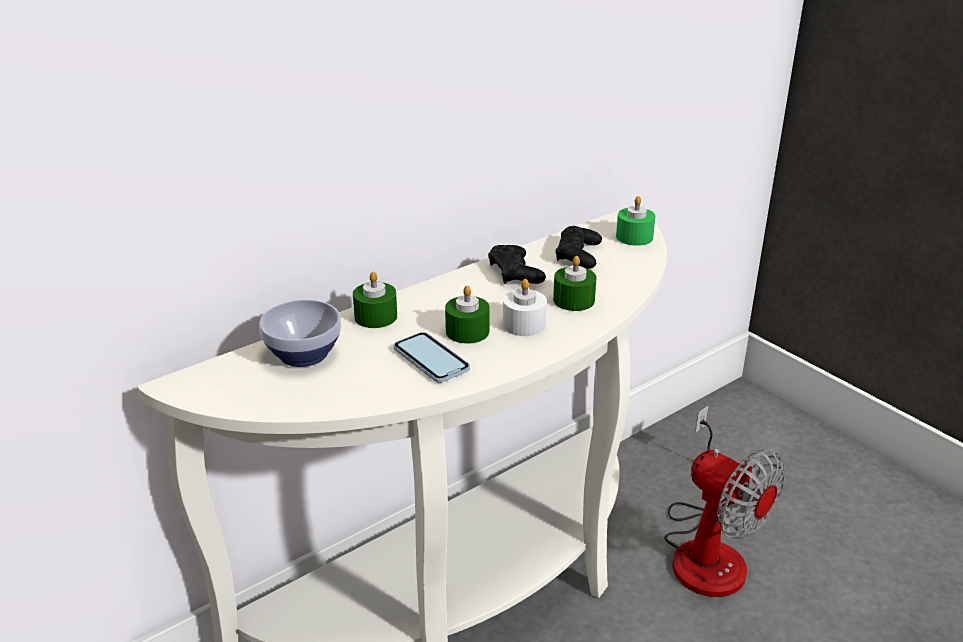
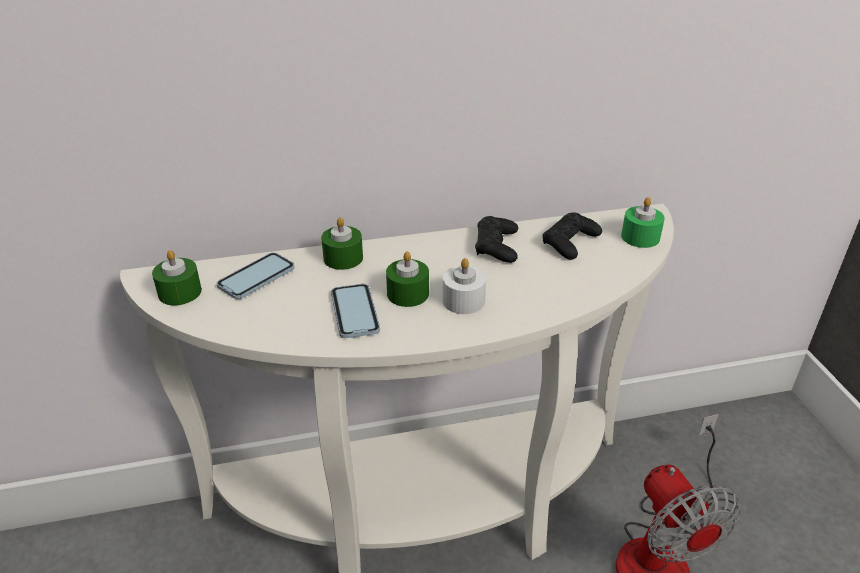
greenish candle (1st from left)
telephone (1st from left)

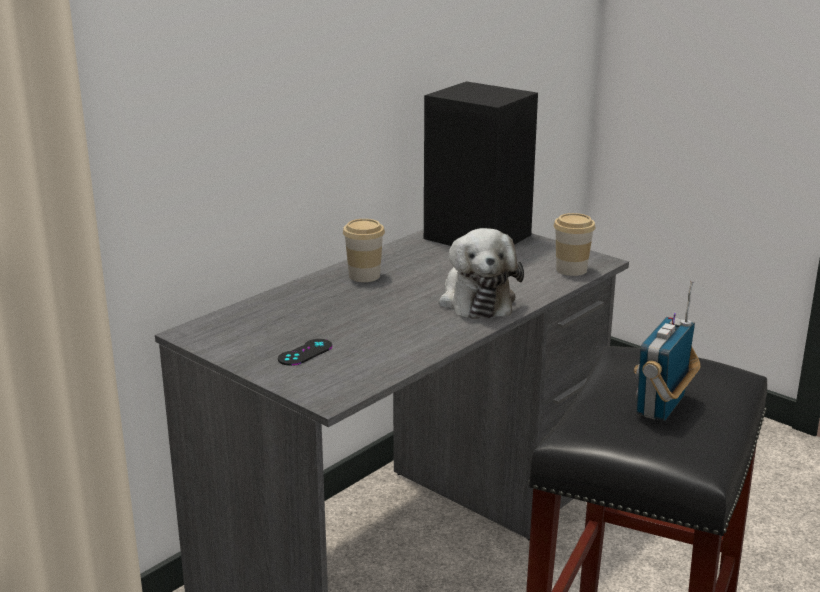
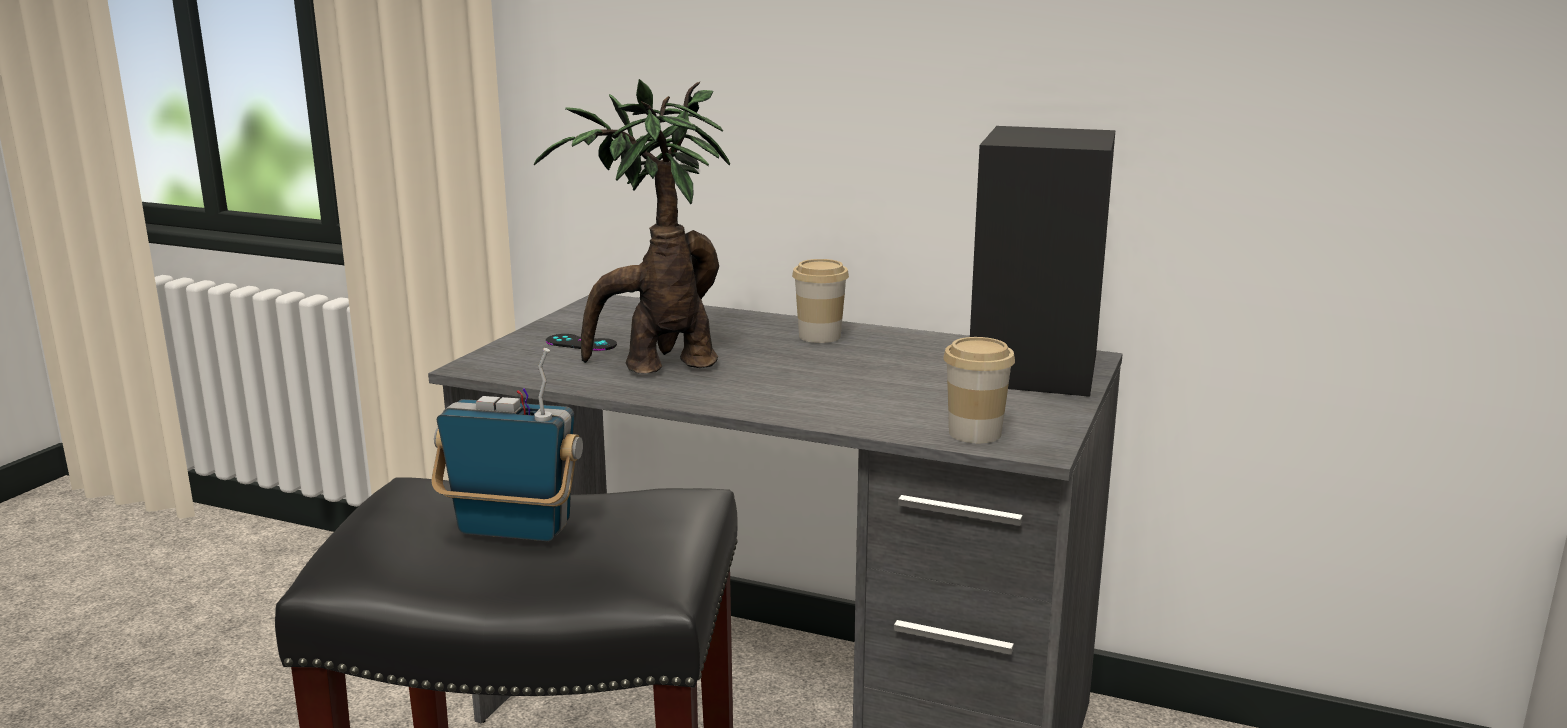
soft toy
potted plant

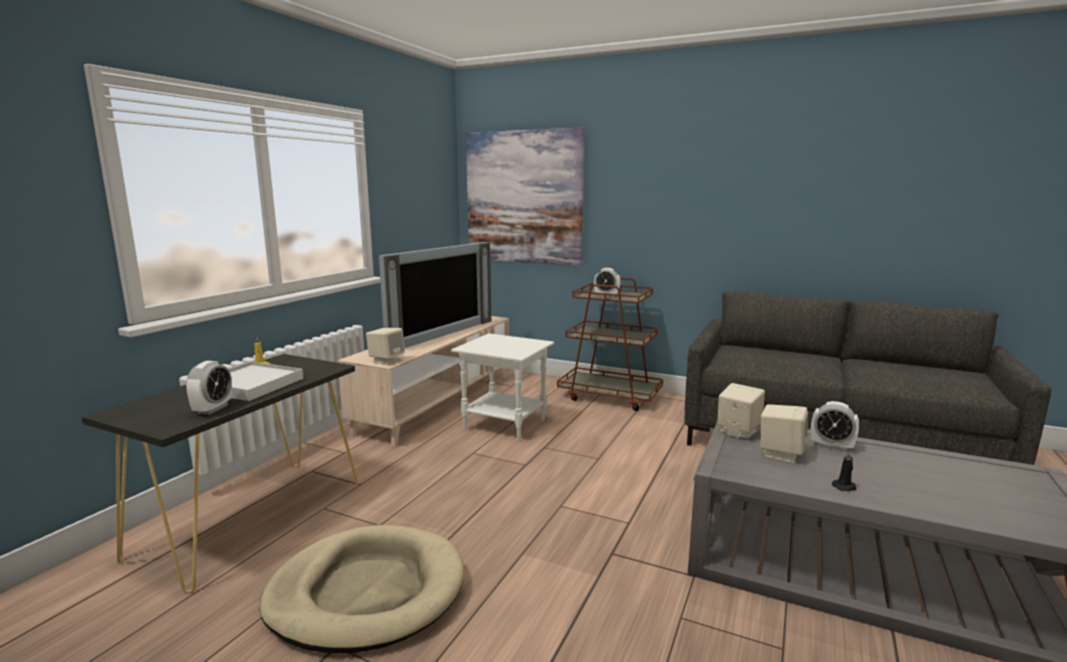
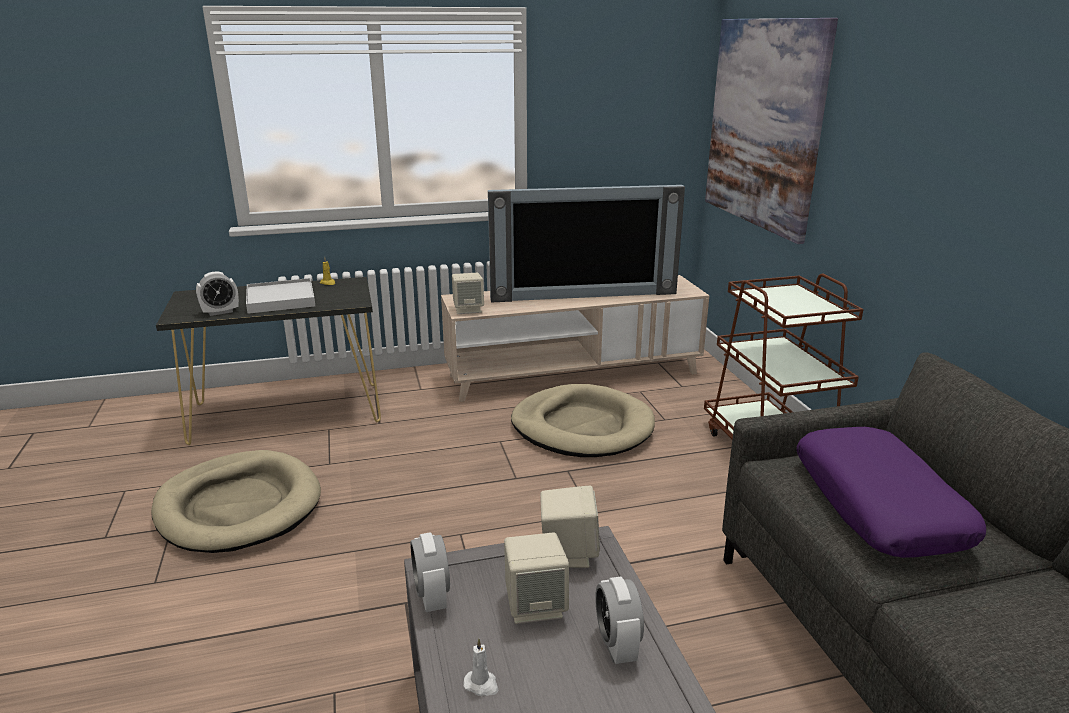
purple cushion
alarm clock (2nd from left)
beige pet bed (2nd from left)
white candle

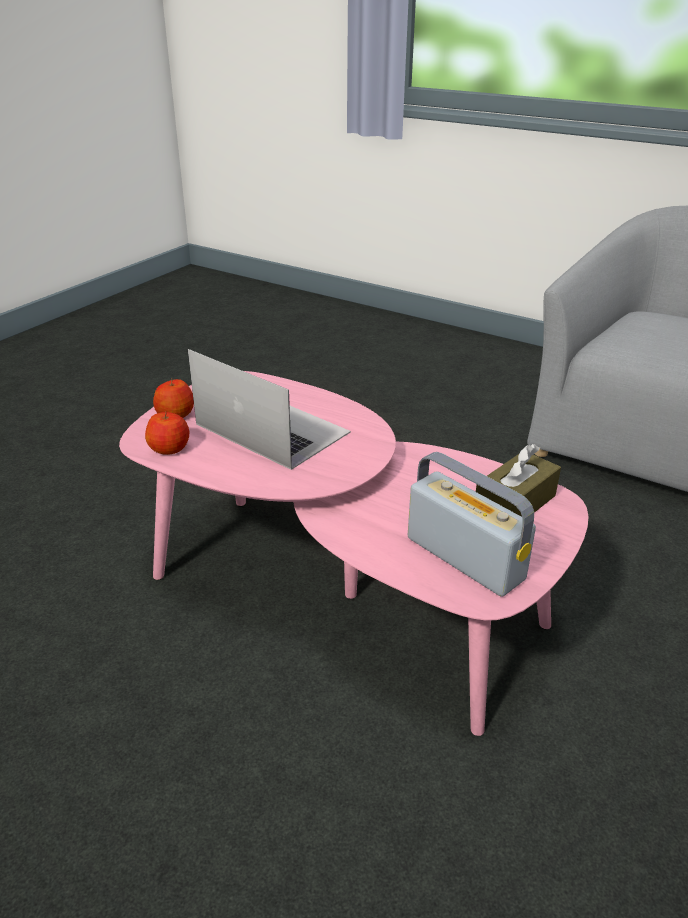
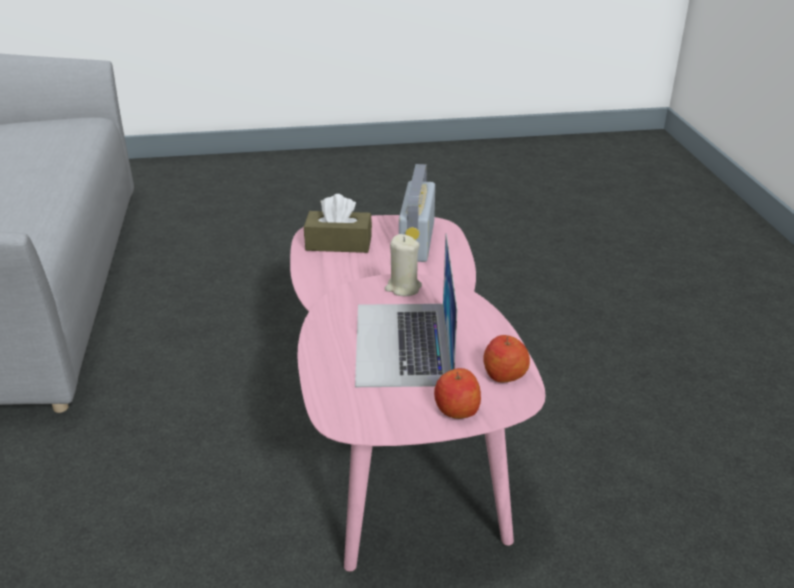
beige candle

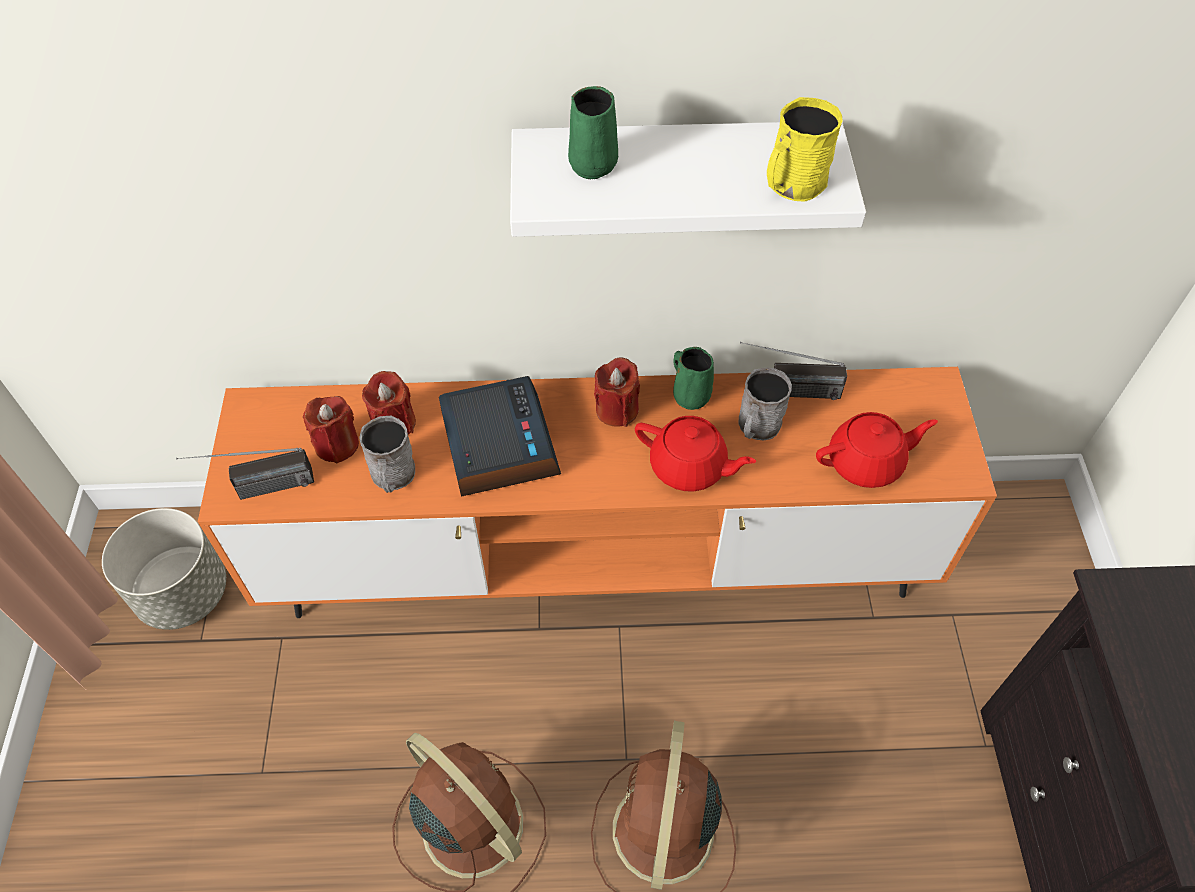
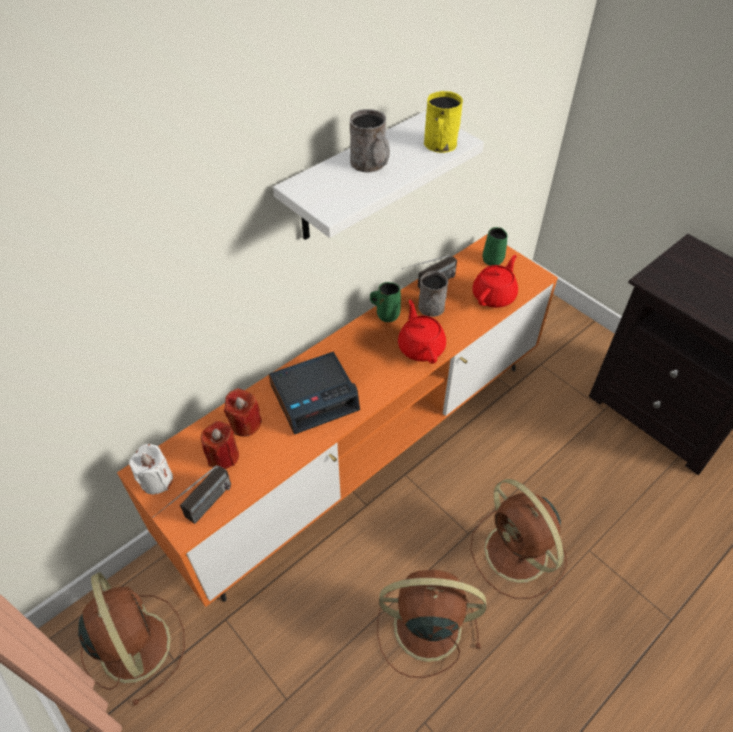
reddish candle (3rd from left in the first image)
white candle
gray mug (1st from left)
greenish mug (2nd from left)
brown electric fan (1st from left)
alarm clock
reddish teapot (1st from left)

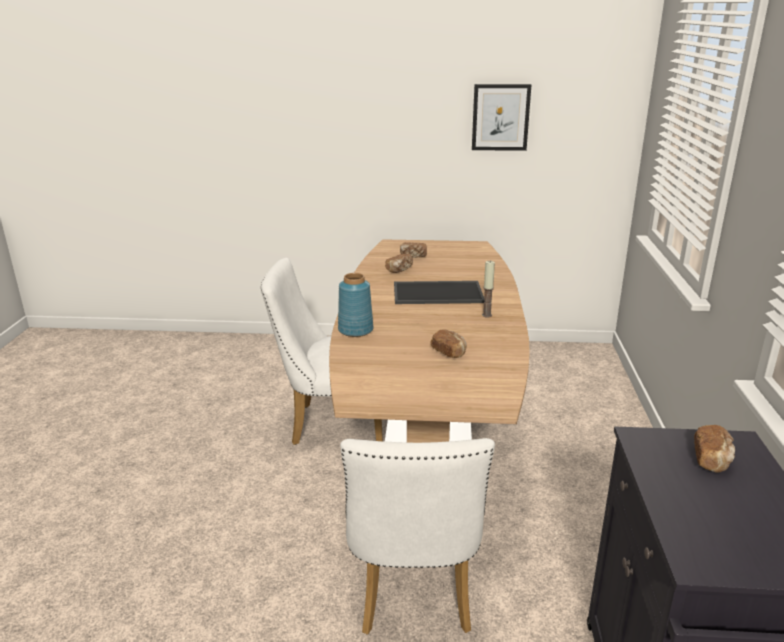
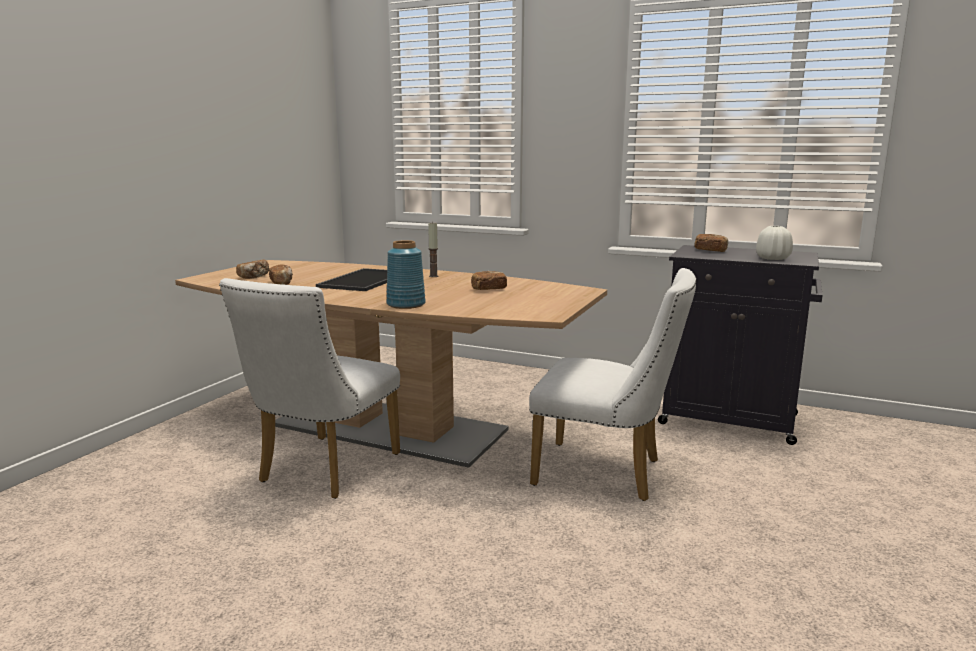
picture
white vase

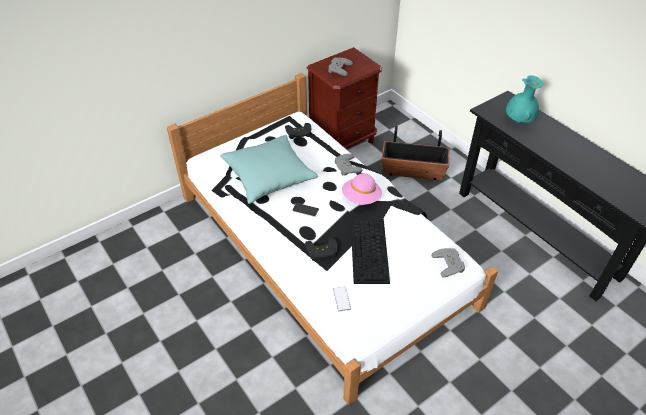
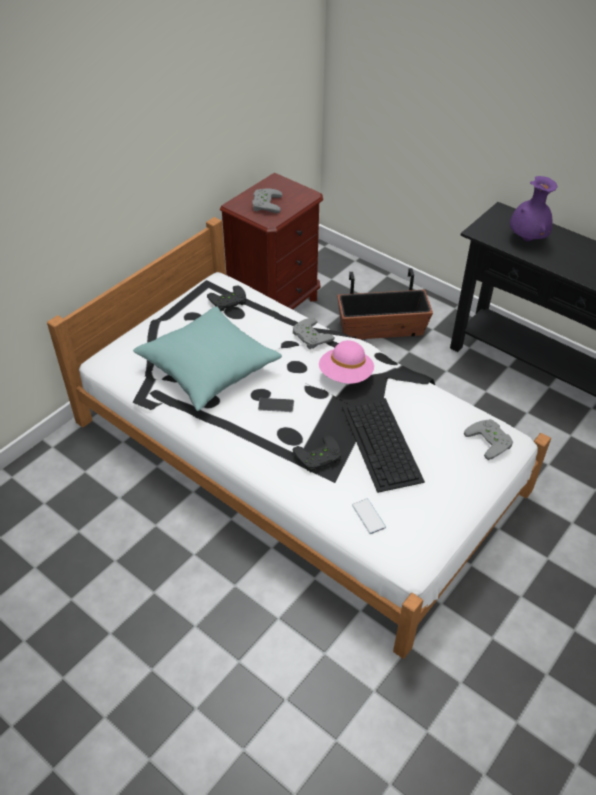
purple vase

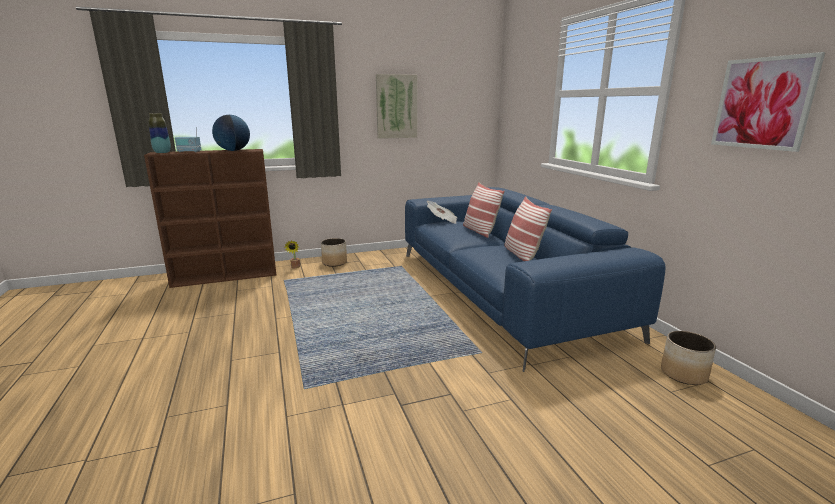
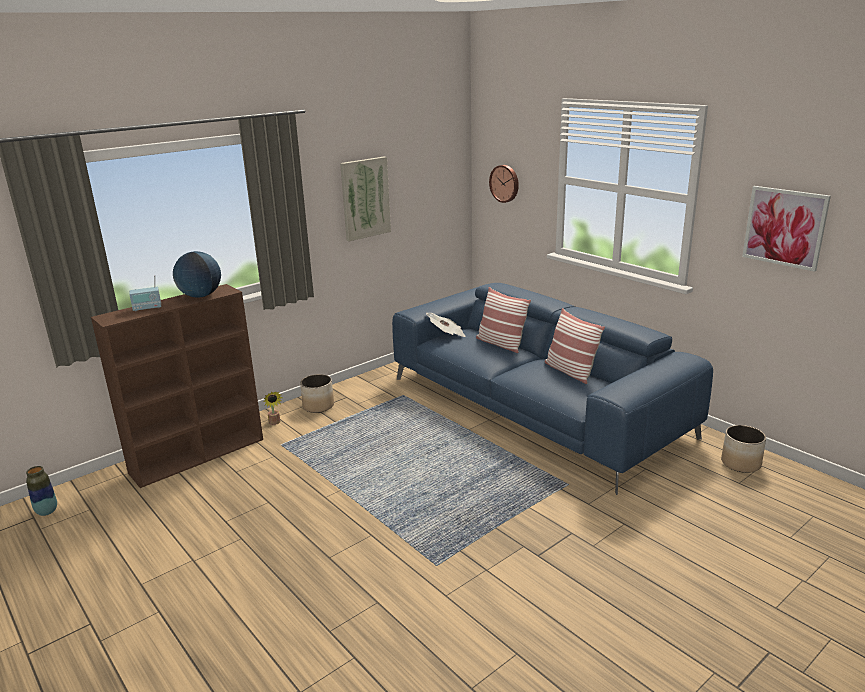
clock on the wall
vase

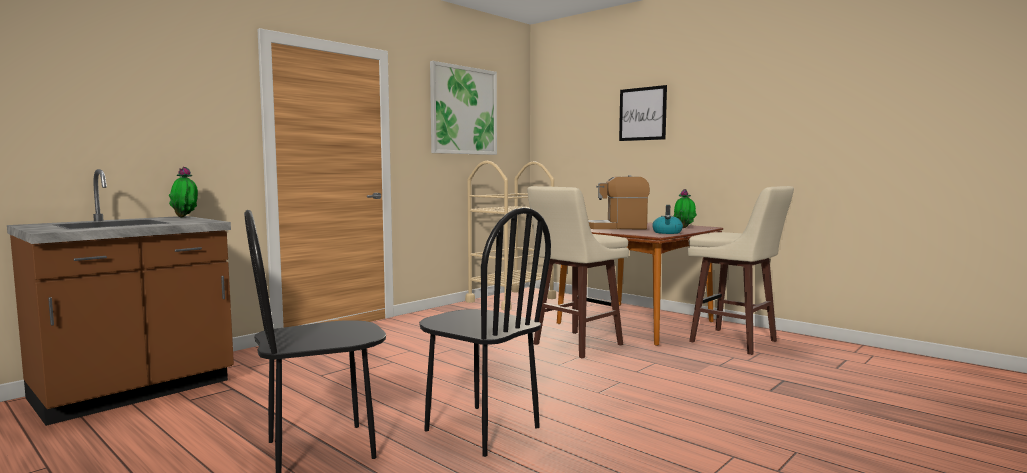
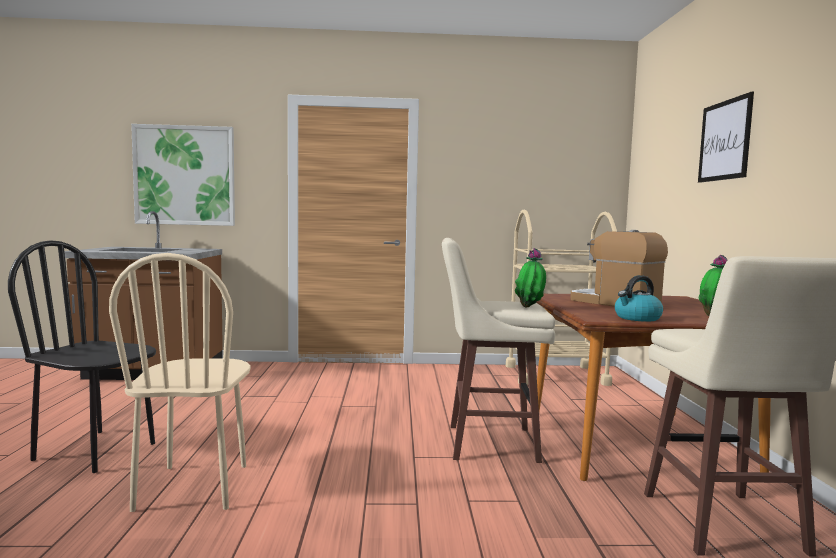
potted plant (1st from left)
picture (1st from left)
beige plain chair

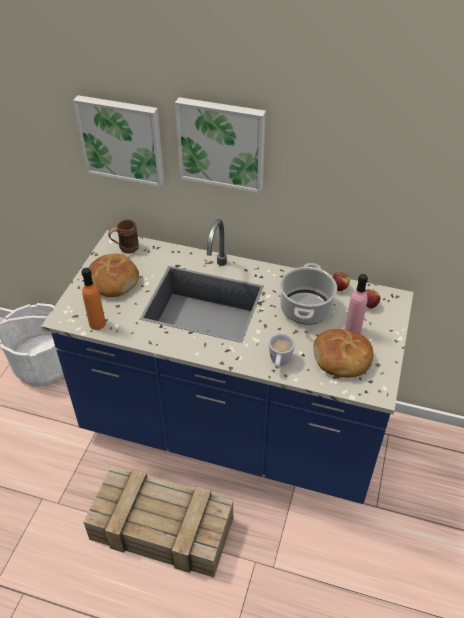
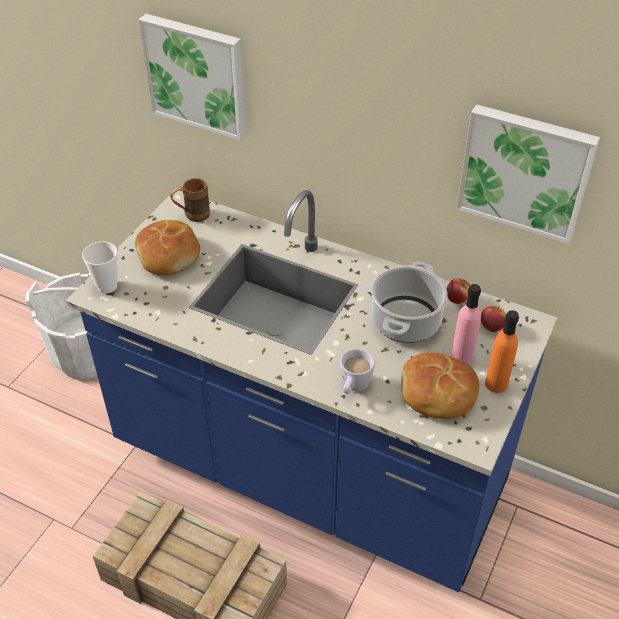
drinking cup
orange-coloured bottle
picture (2nd from left)

